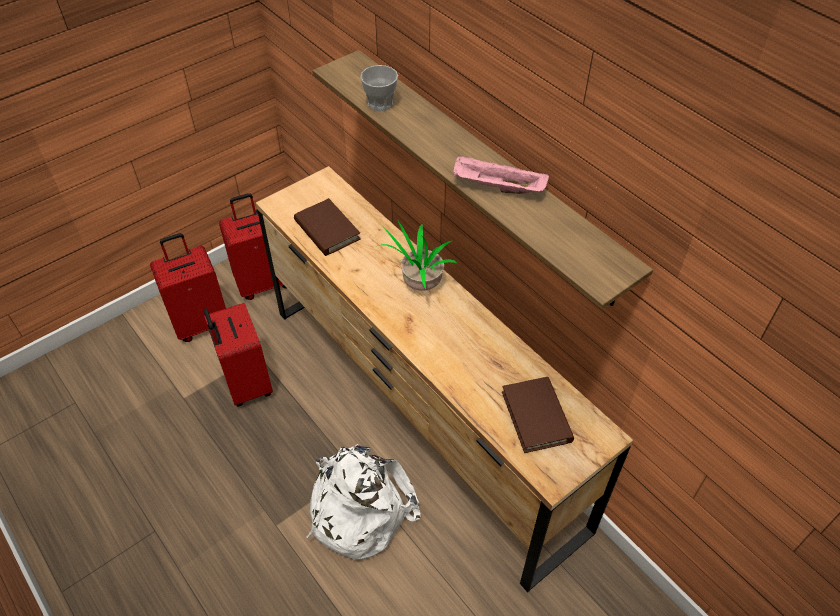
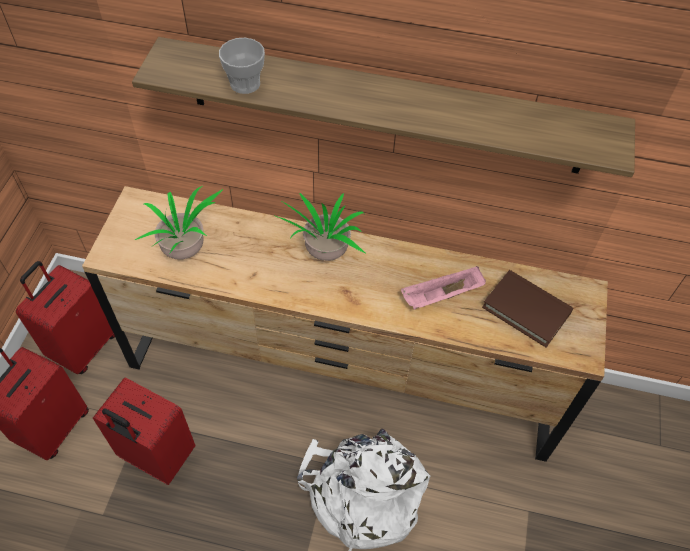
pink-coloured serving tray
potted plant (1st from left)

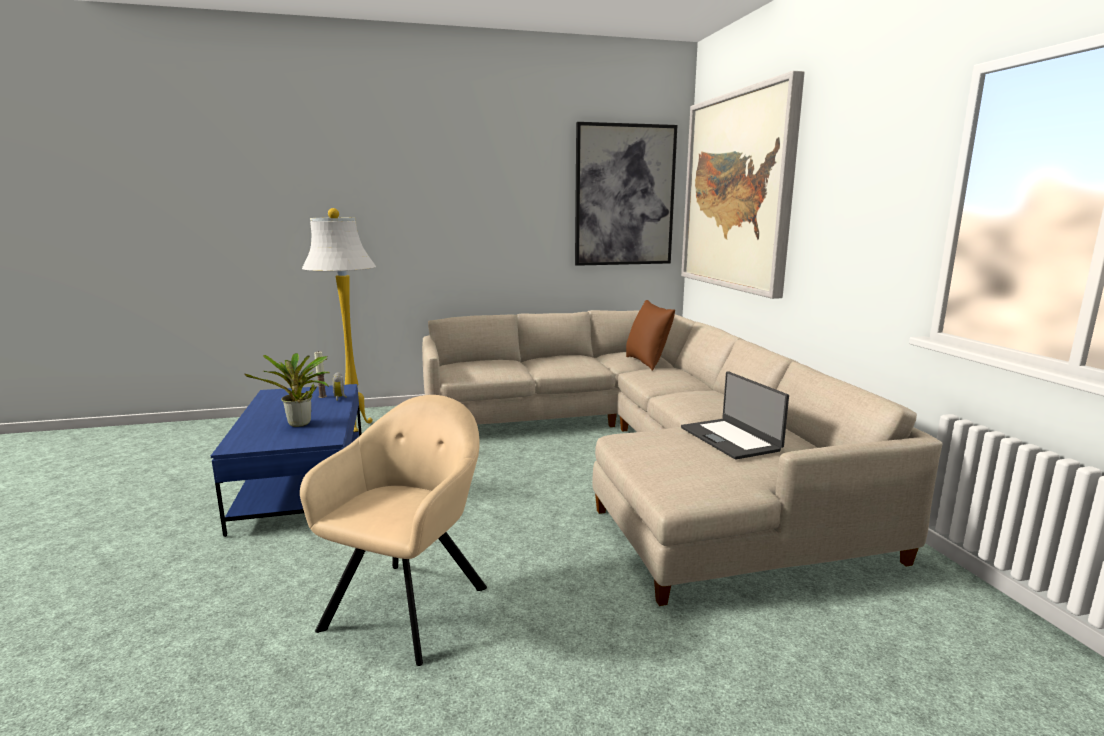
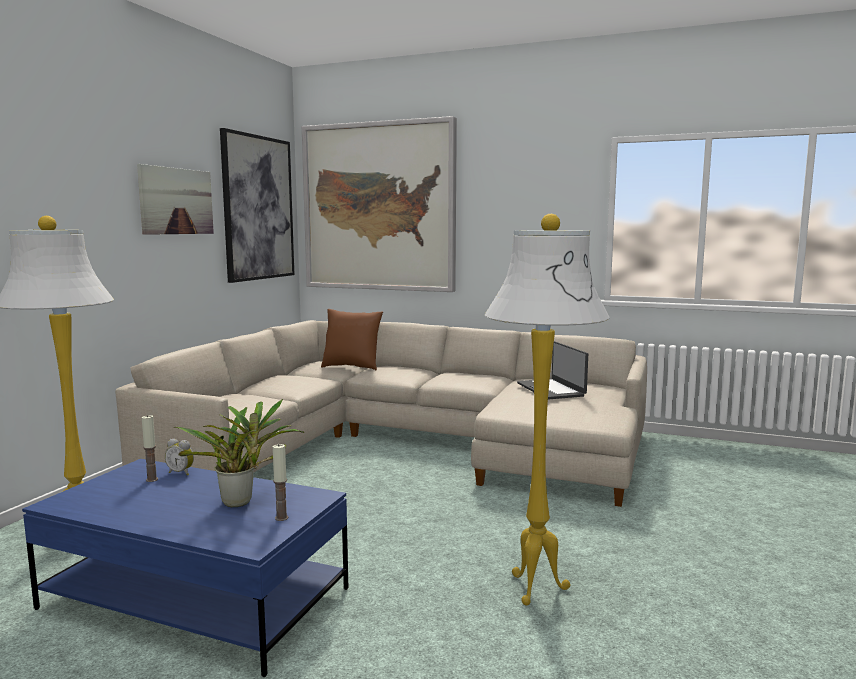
picture (1st from left)
candle (2nd from left)
white standing lamp (2nd from left)
portable computer

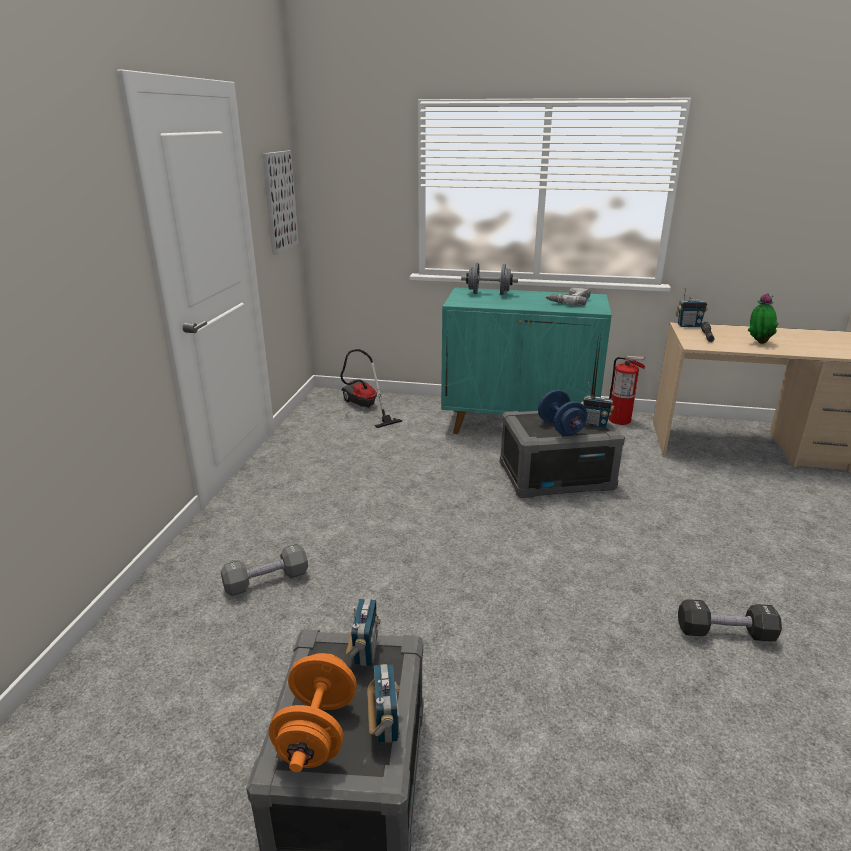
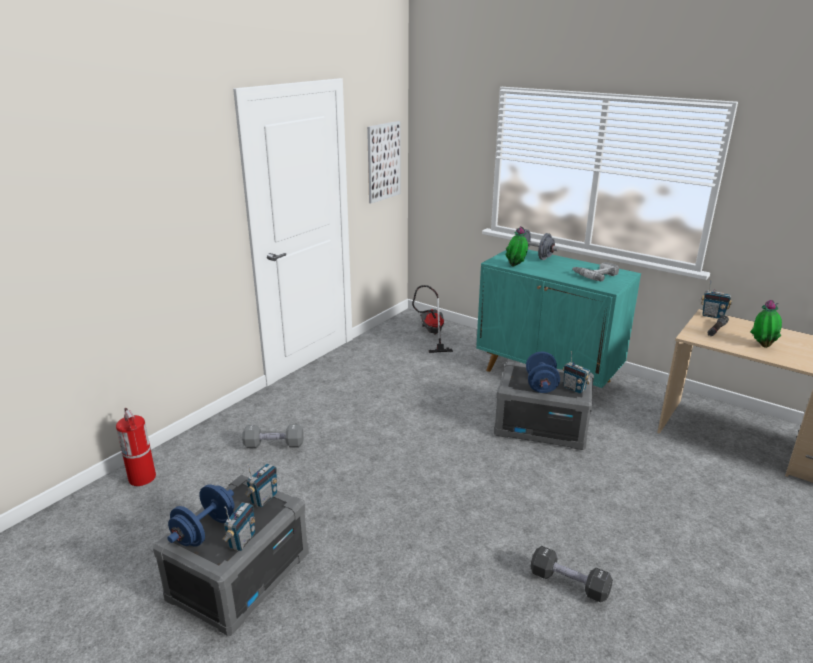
potted plant (1st from left)
extinguisher
blue-coloured dumbbell (1st from left)

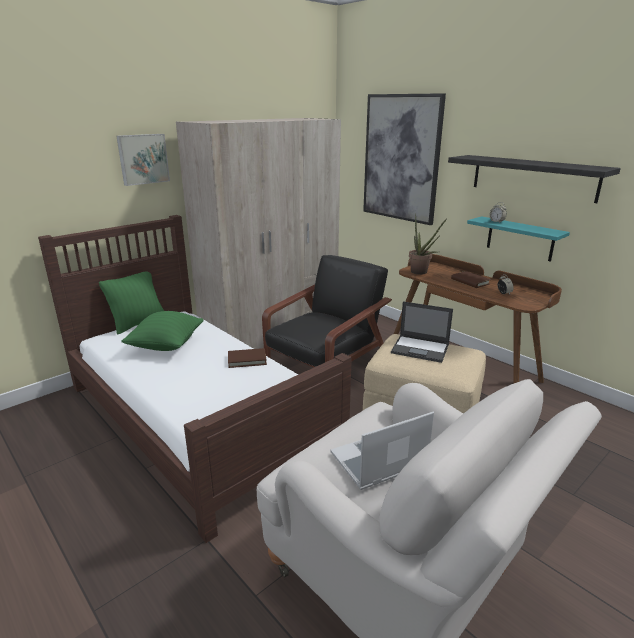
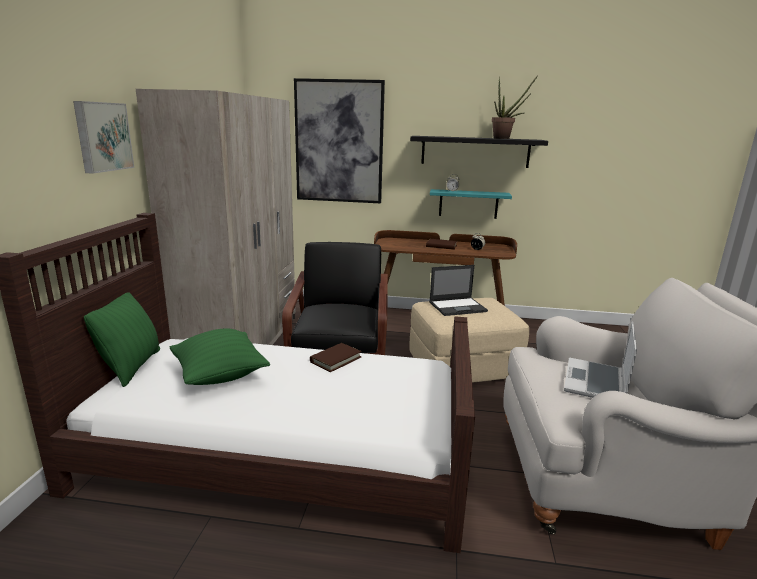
potted plant

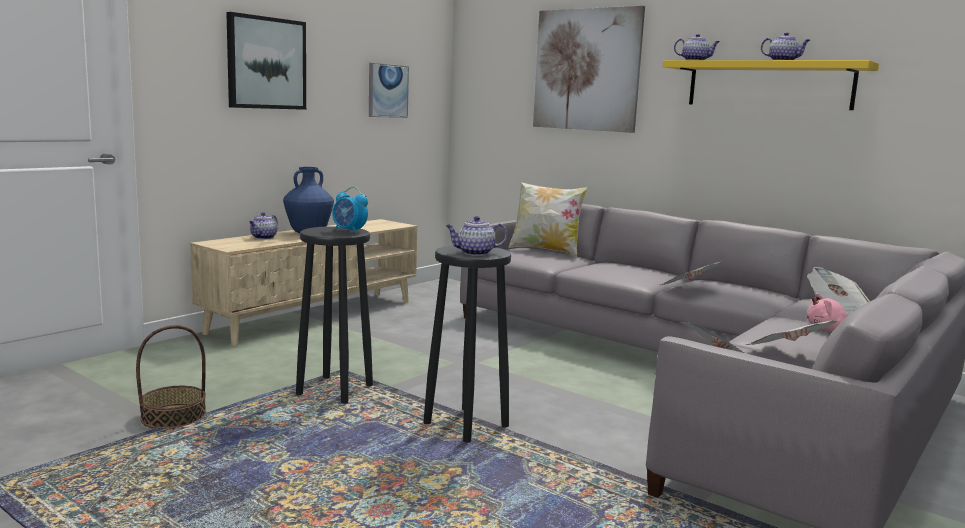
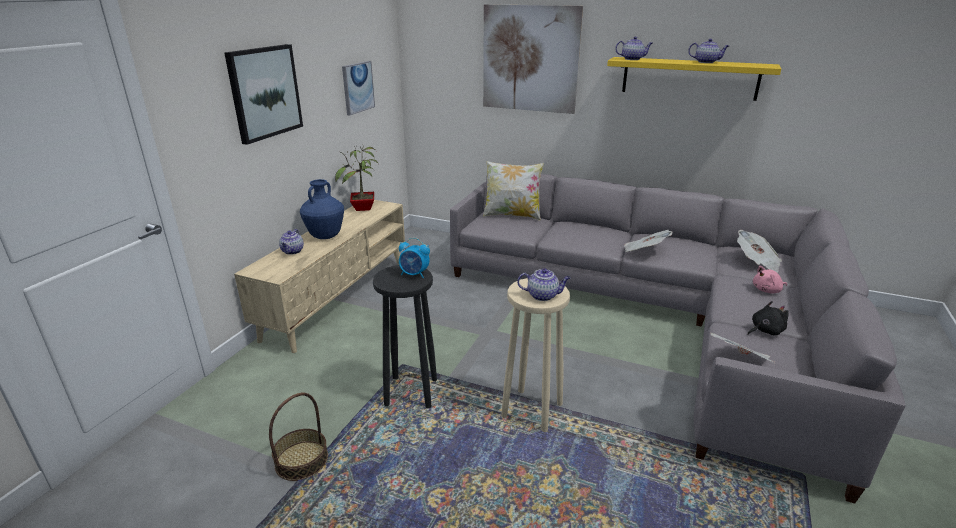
potted plant
black soft toy
beige stool
teapot (2nd from left)

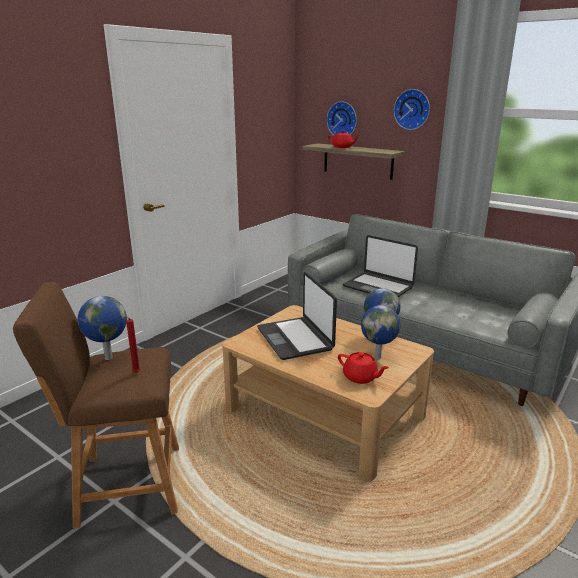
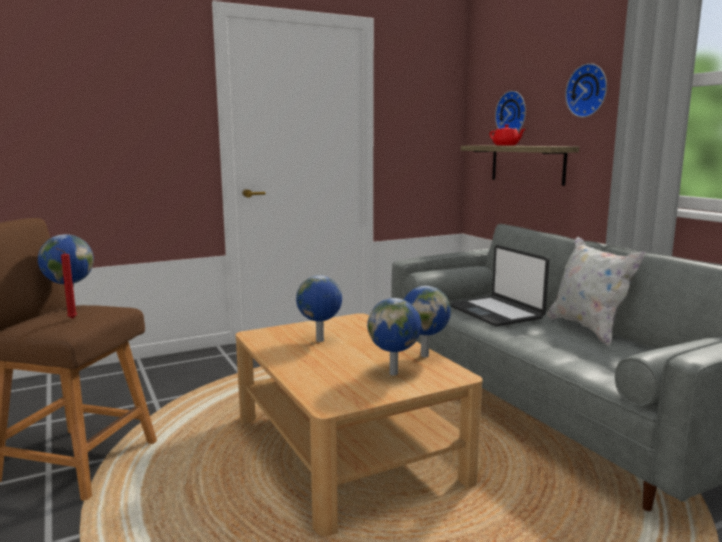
reddish teapot (2nd from left in the first image)
white cushion
world globe (2nd from left)

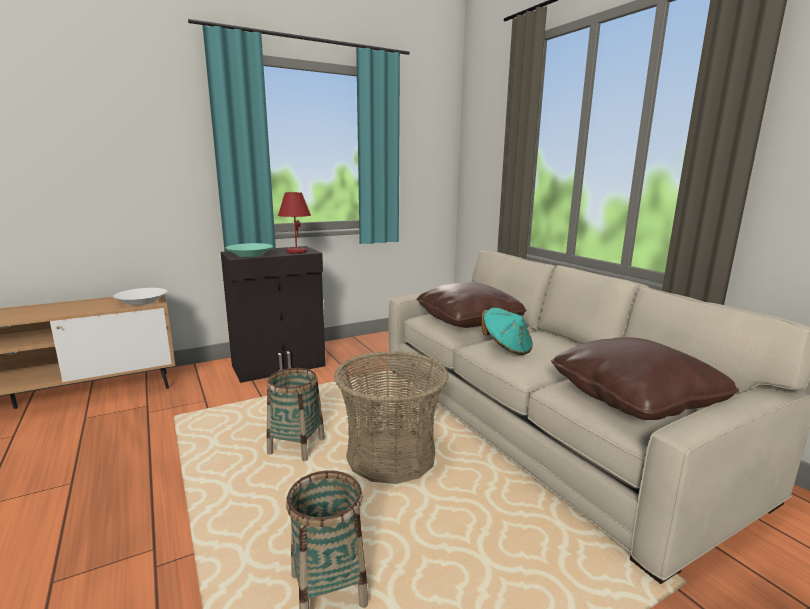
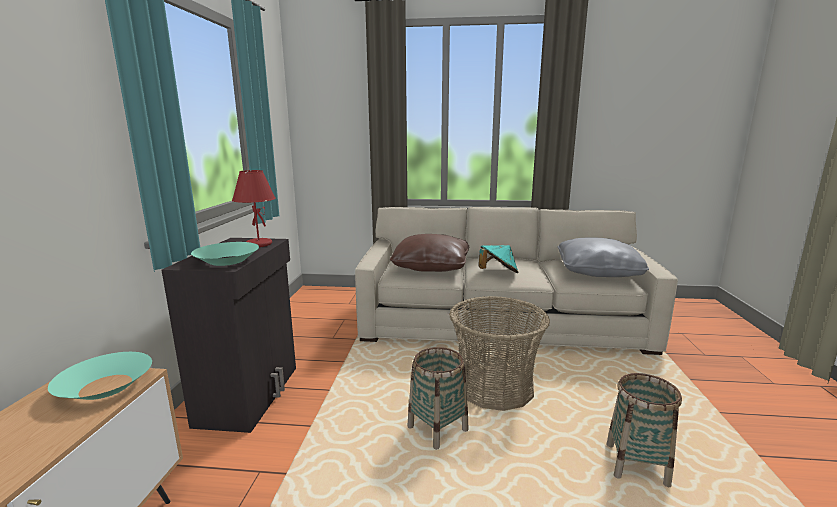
turquoise-coloured serving bowl (1st from left)
gray cushion

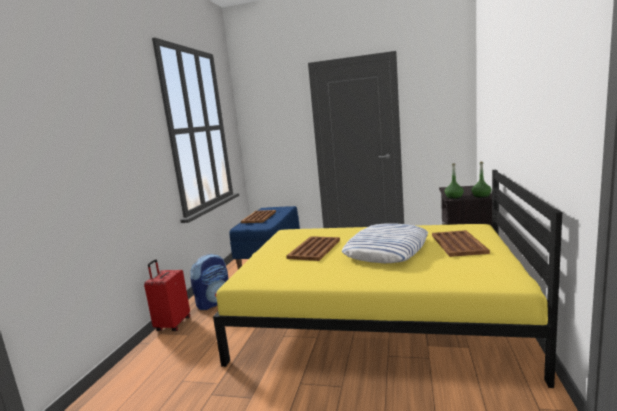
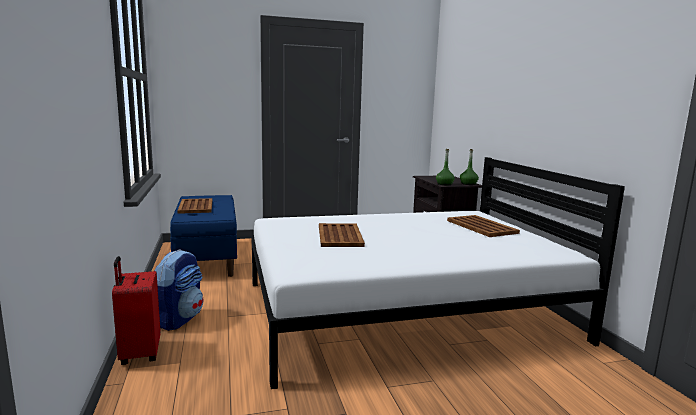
cushion
white bed

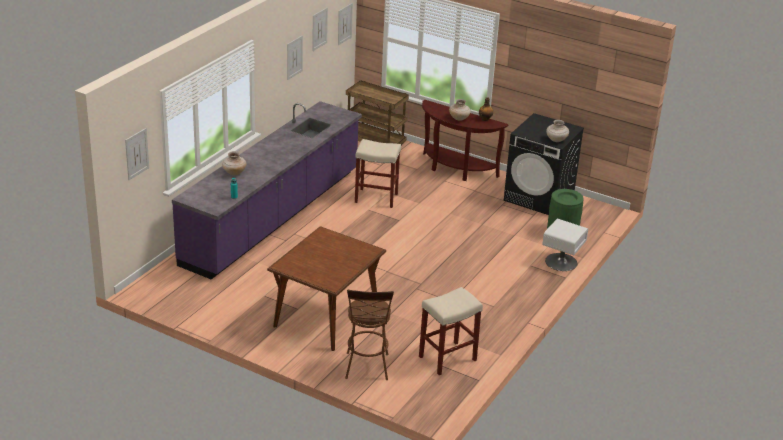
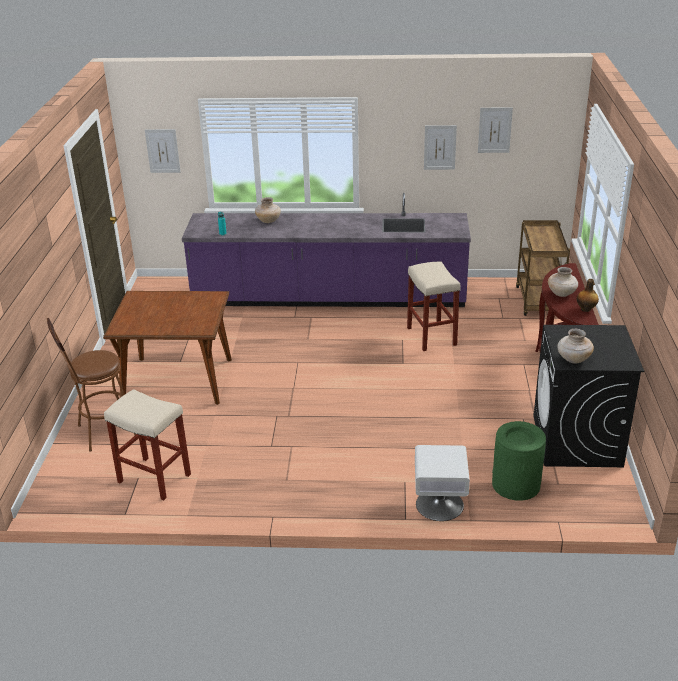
picture (4th from left in the first image)

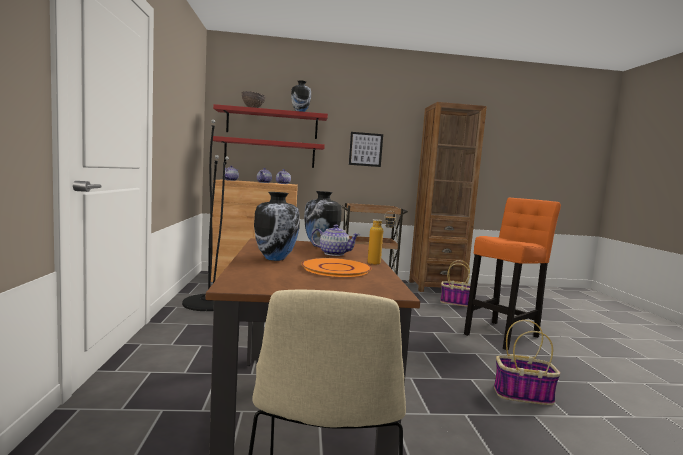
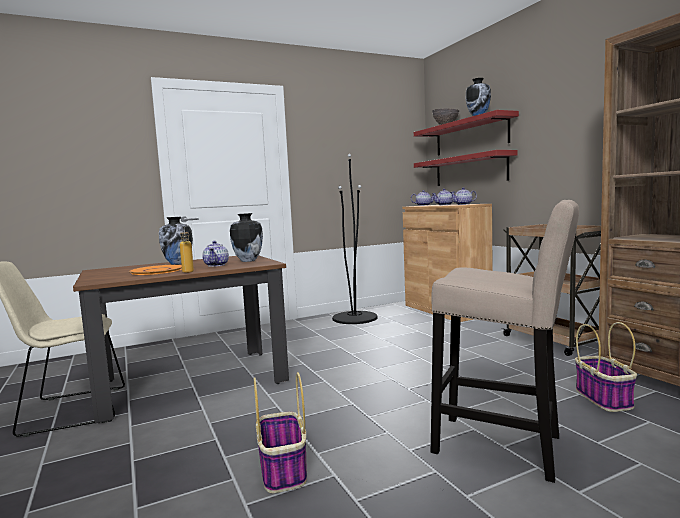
picture
beige stool

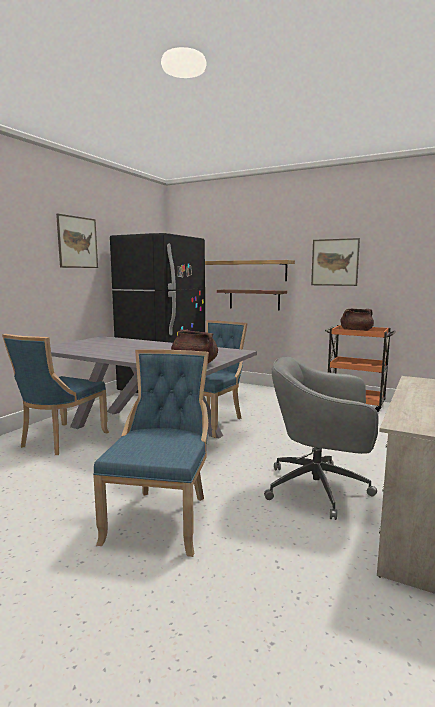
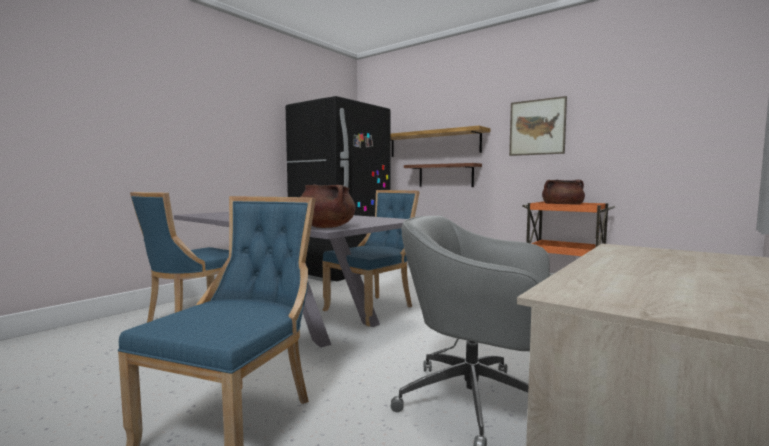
picture (1st from left in the first image)

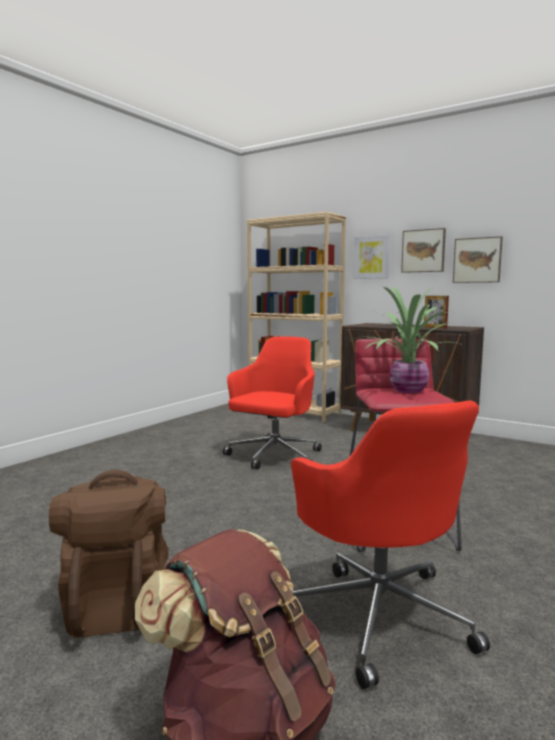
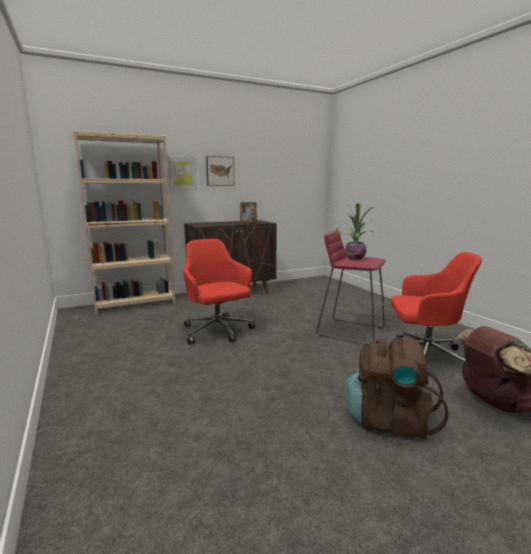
picture (3rd from left in the first image)

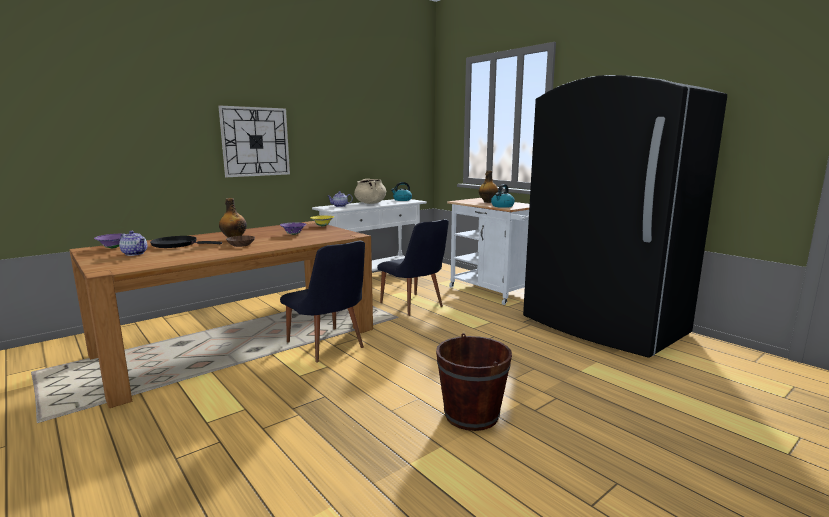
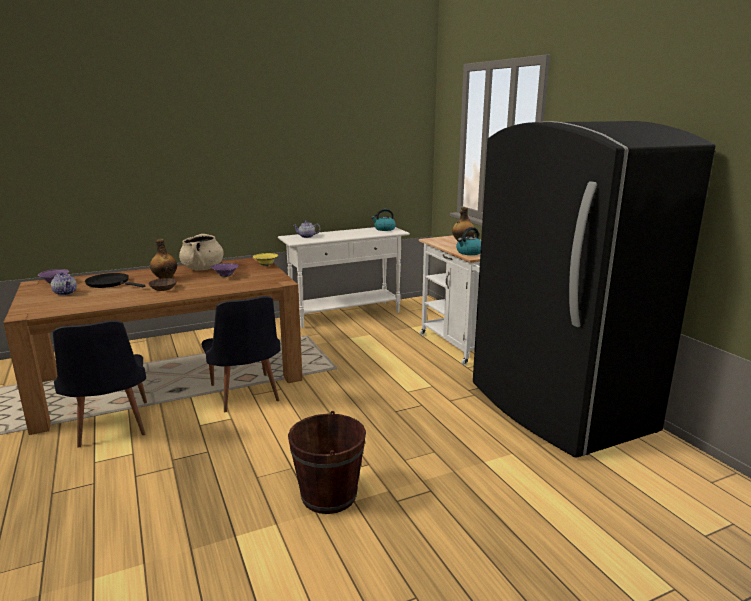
clock on the wall
beige stockpot
black plain chair (1st from left)

